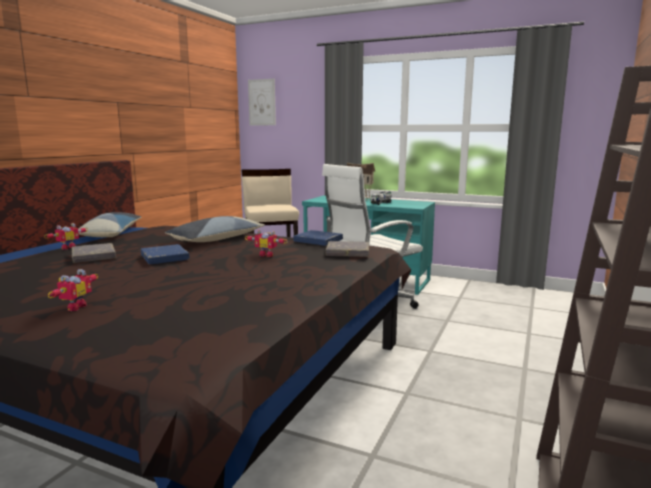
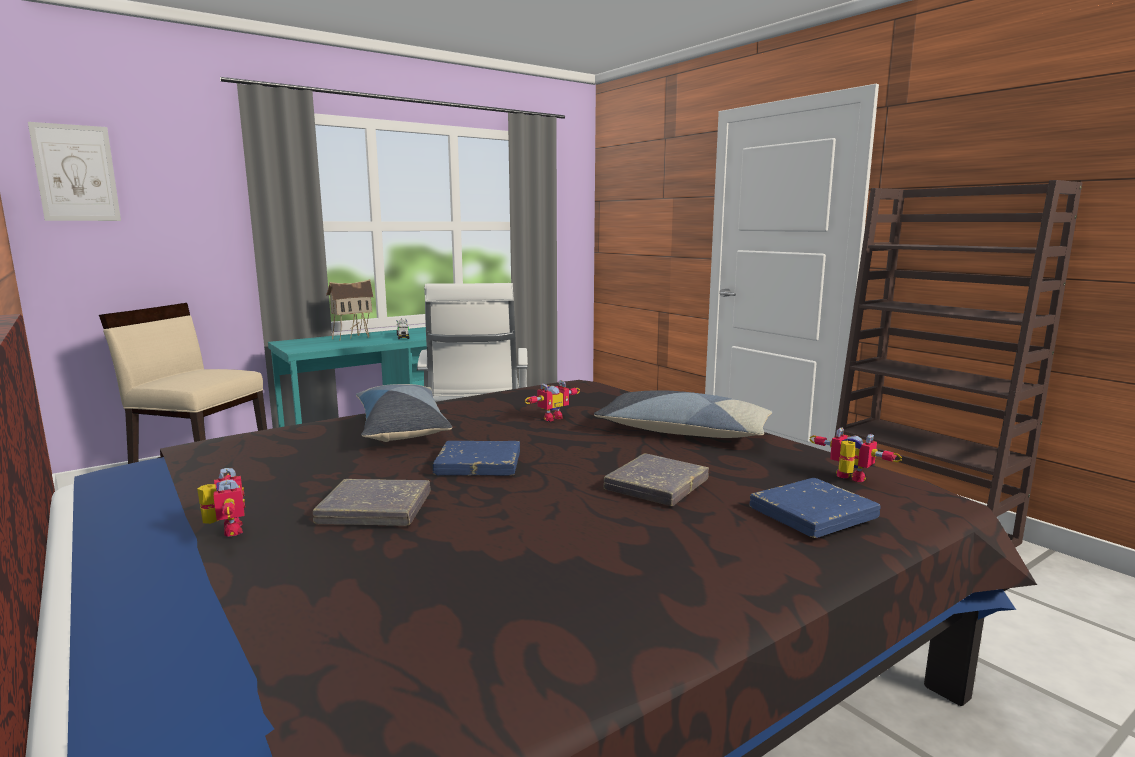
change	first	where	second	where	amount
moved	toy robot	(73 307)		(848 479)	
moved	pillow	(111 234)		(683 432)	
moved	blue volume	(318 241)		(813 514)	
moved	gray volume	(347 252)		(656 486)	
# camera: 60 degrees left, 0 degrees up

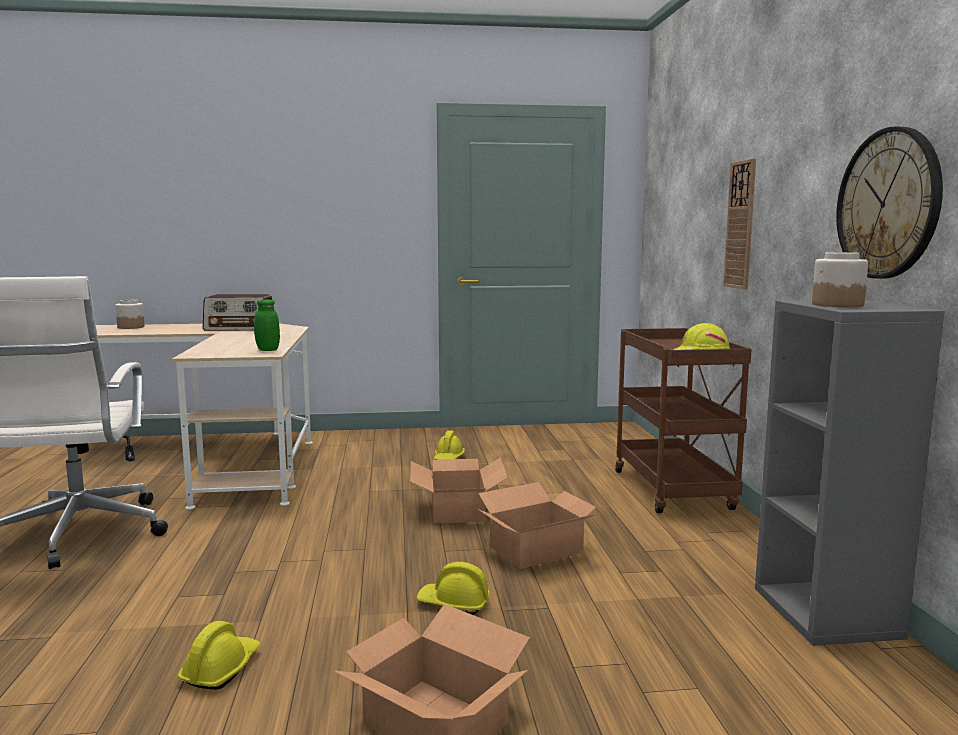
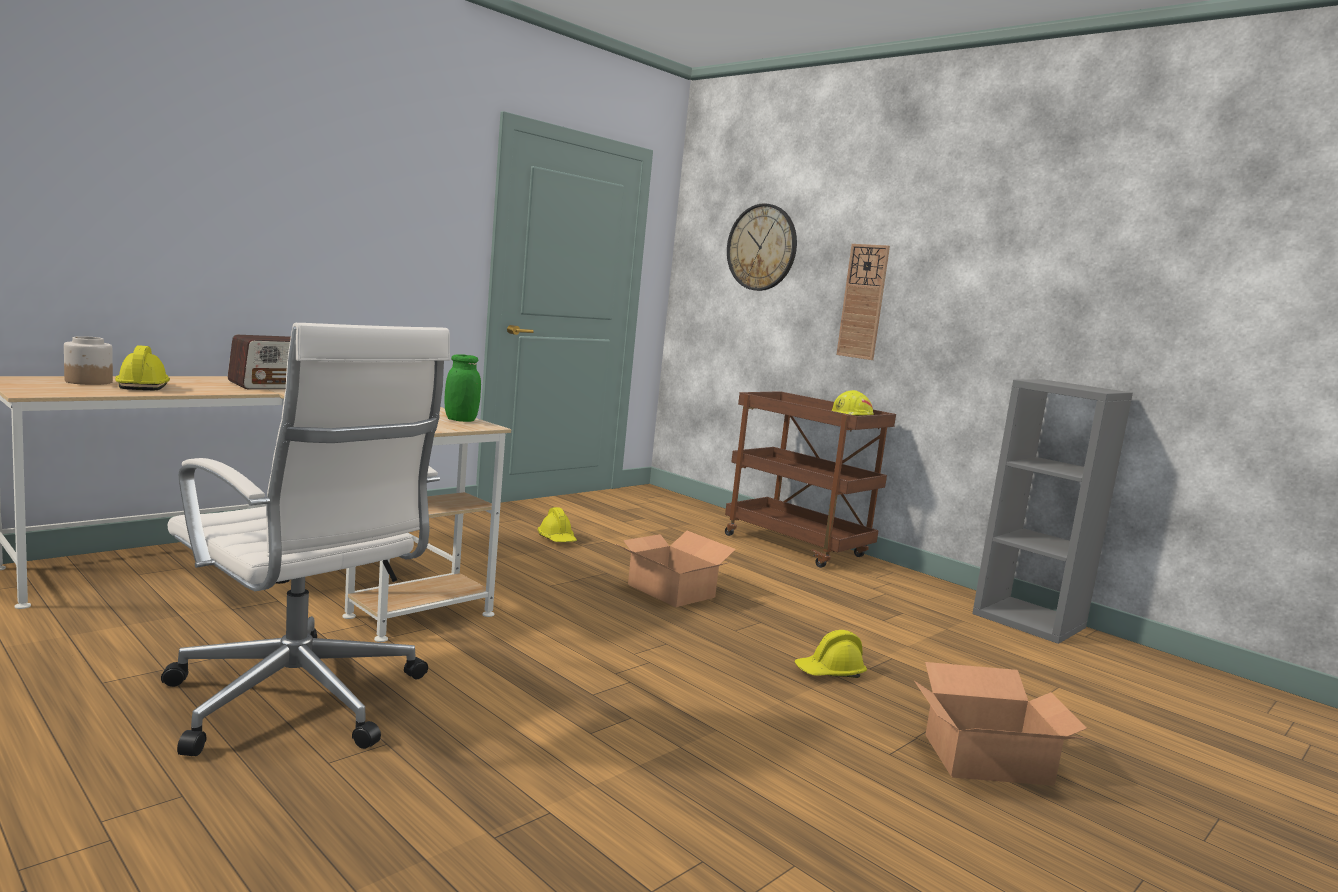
change	first	where	second	where	amount
moved	yellow-coloured safety helmet	(221 669)		(143 386)	
removed	packing box	(537 550)			
removed	preserve jar	(837 305)			
moved	wall clock	(888 204)		(762 247)	
# camera: 40 degrees left, 0 degrees up

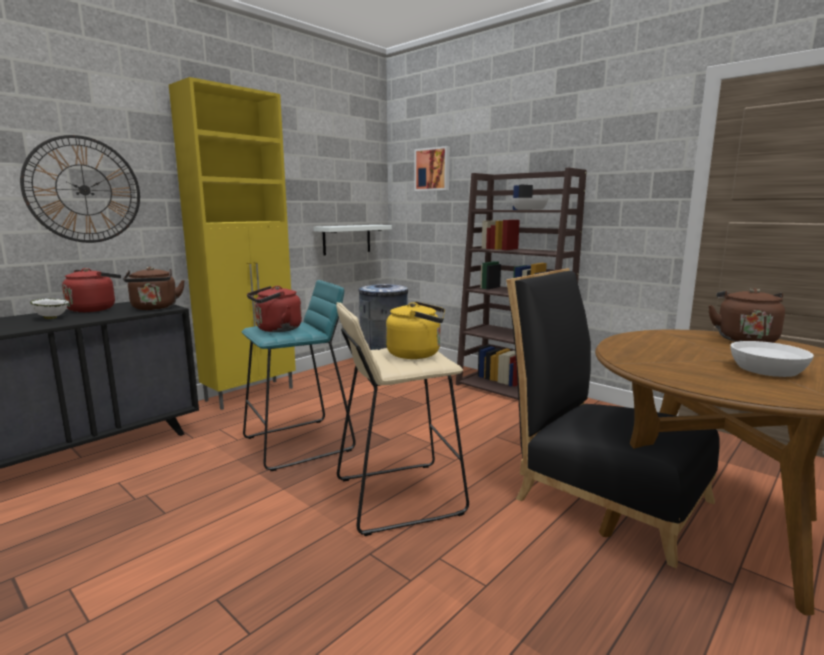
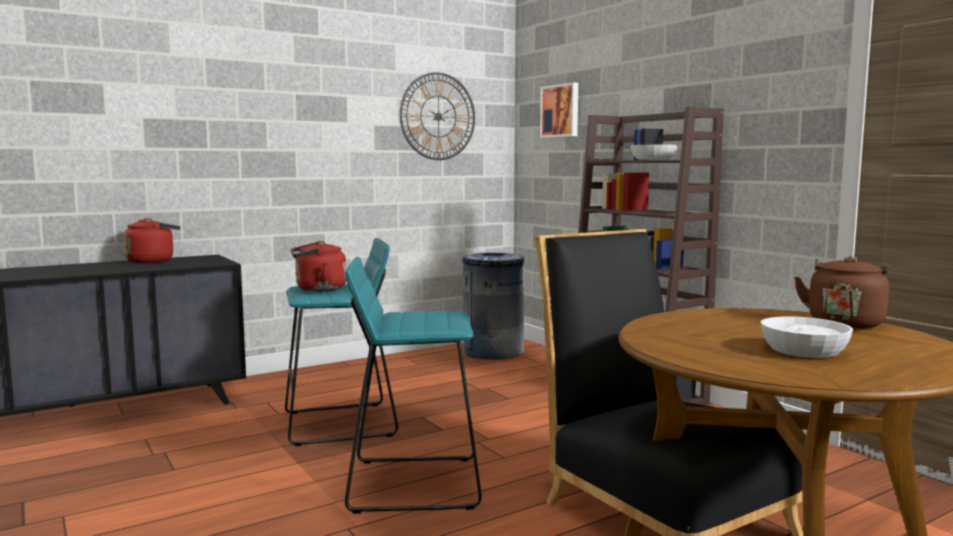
change	first	where	second	where	amount
moved	wall clock	(84 190)		(438 116)	
removed	white-coloured bowl	(52 318)			
removed	brown water kettle	(154 308)			
removed	yellow-coloured storage cabinet	(251 394)			
removed	white-coloured wall shelf	(347 239)			
recoloured	sand-coloured stool seat	(397 496)	blue-green stool seat	(413 483)	
removed	yellow-coloured water kettle	(417 354)			
# camera: 15 degrees right, 5 degrees down

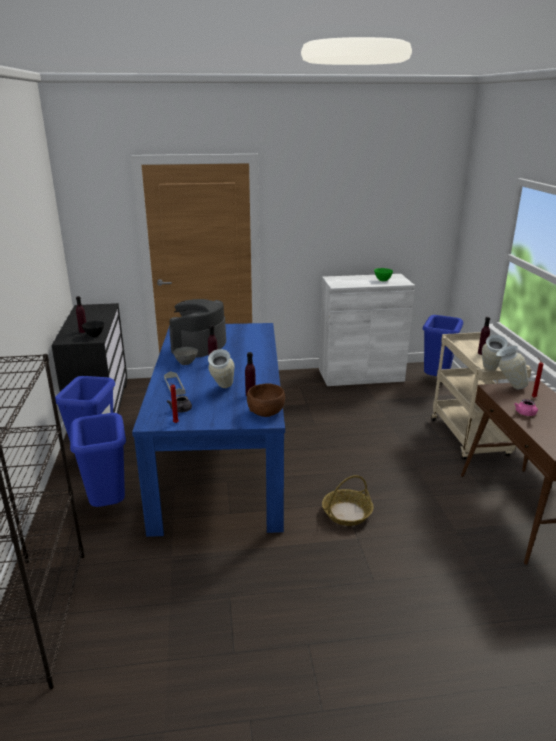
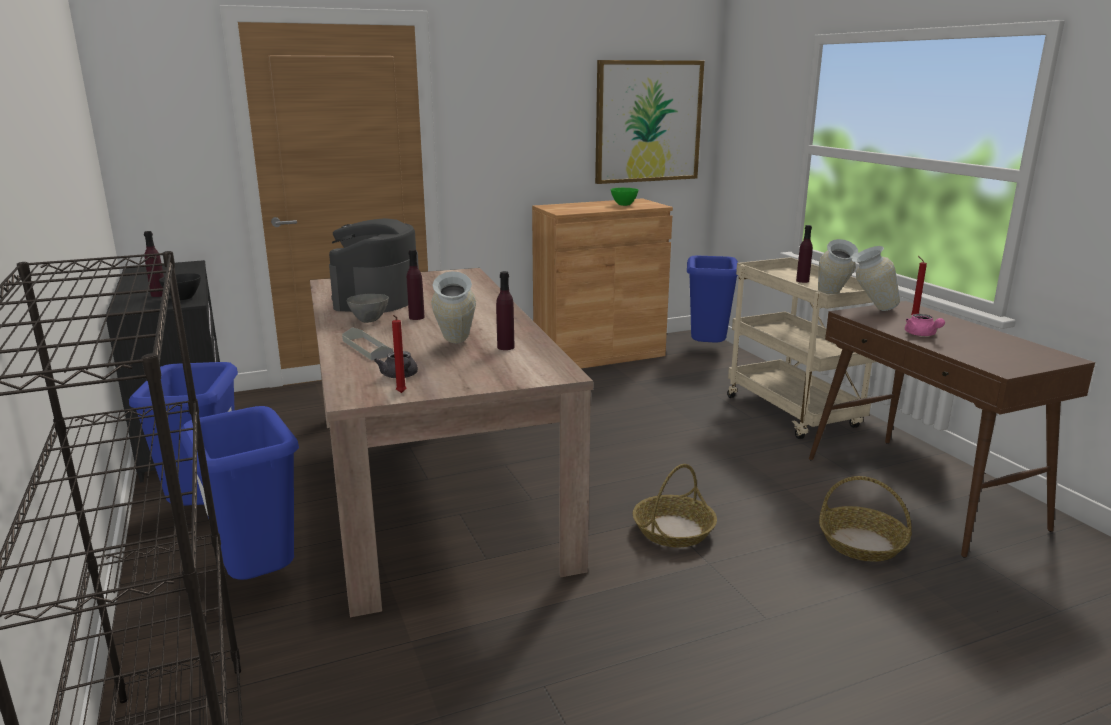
change	first	where	second	where	amount
recoloured	blue kitchen table	(221 457)	sand-coloured kitchen table	(433 482)	
removed	brown bowl	(266 412)			
recoloured	white-coloured storage cabinet	(361 375)	brown storage cabinet	(599 354)	
added			wall picture	(648 121)	
added			household basket	(862 543)	
# camera: 15 degrees left, 5 degrees down

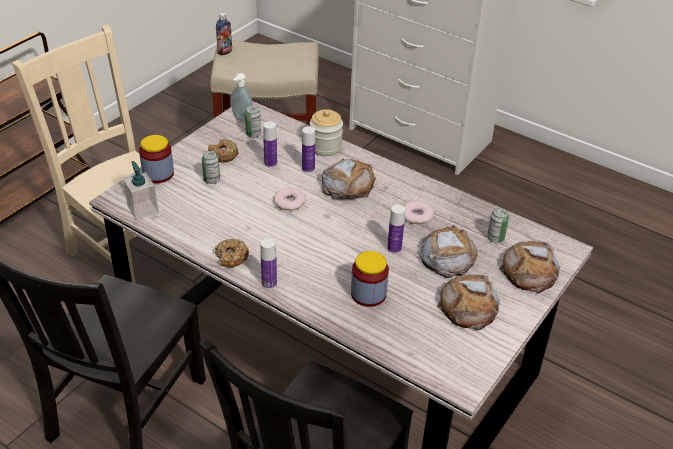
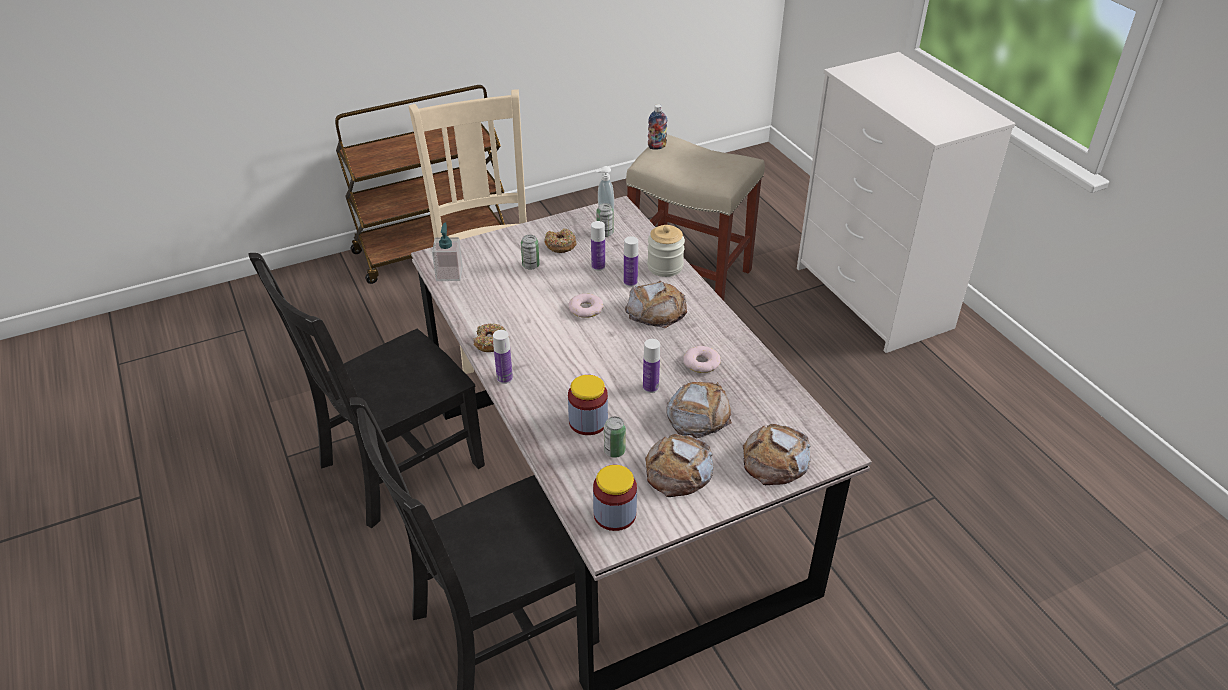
change	first	where	second	where	amount
moved	preserve jar	(158 174)		(614 514)	
moved	metal can	(495 238)		(614 451)	
# camera: 30 degrees right, 0 degrees up

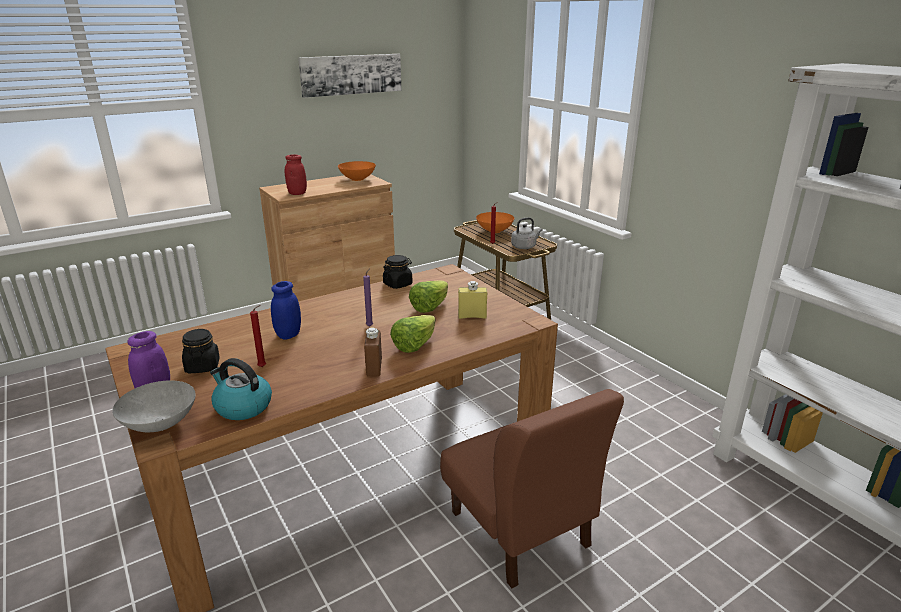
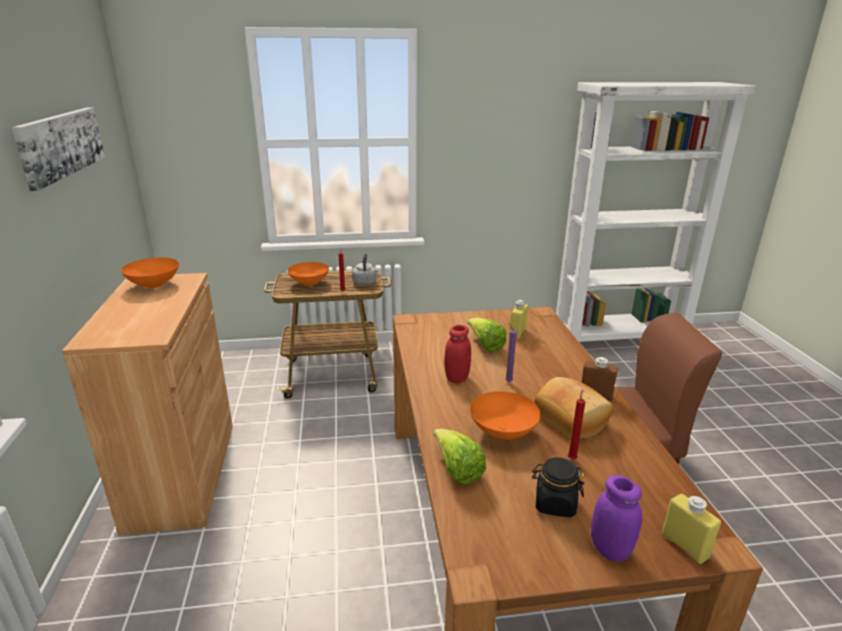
change	first	where	second	where	amount
replaced	gray bowl	(161 423)	yellow-coloured beverage bottle	(685 545)	
removed	water kettle	(242 407)			
replaced	blue preserve jar	(288 335)	orangey bowl	(501 432)	
moved	red preserve jar	(297 193)		(456 378)	
removed	black preserve jar	(398 284)			
moved	head of lettuce	(414 345)		(457 470)	
added			baked bread	(572 419)	
# camera: 65 degrees left, 0 degrees up

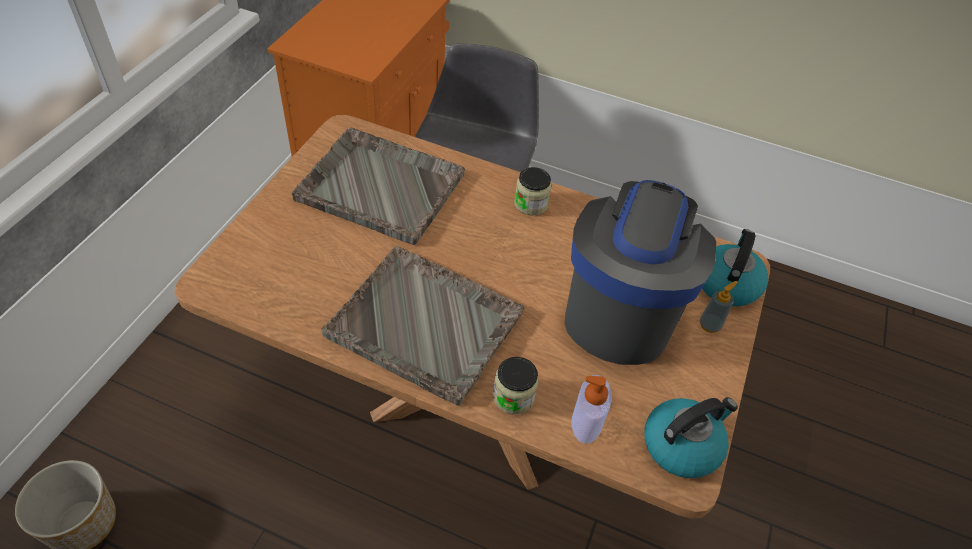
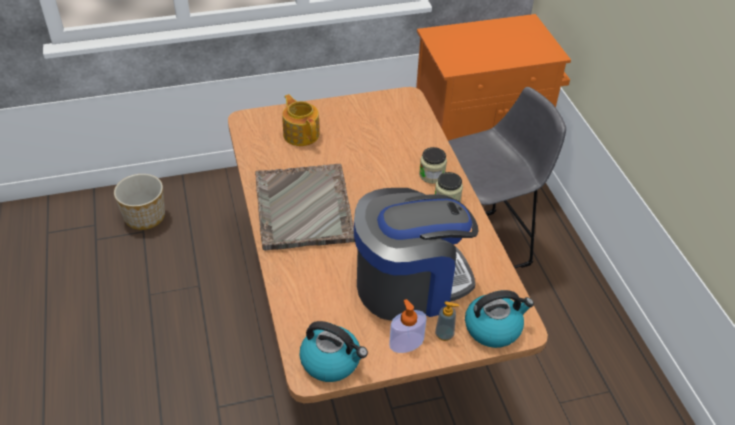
change	first	where	second	where	amount
removed	gray carrying tray	(379 186)			
moved	preserve jar	(513 396)		(432 175)	
moved	liquid soap bottle	(586 422)		(406 342)	
added			pot for tea	(301 134)	
# camera: 55 degrees right, 5 degrees down

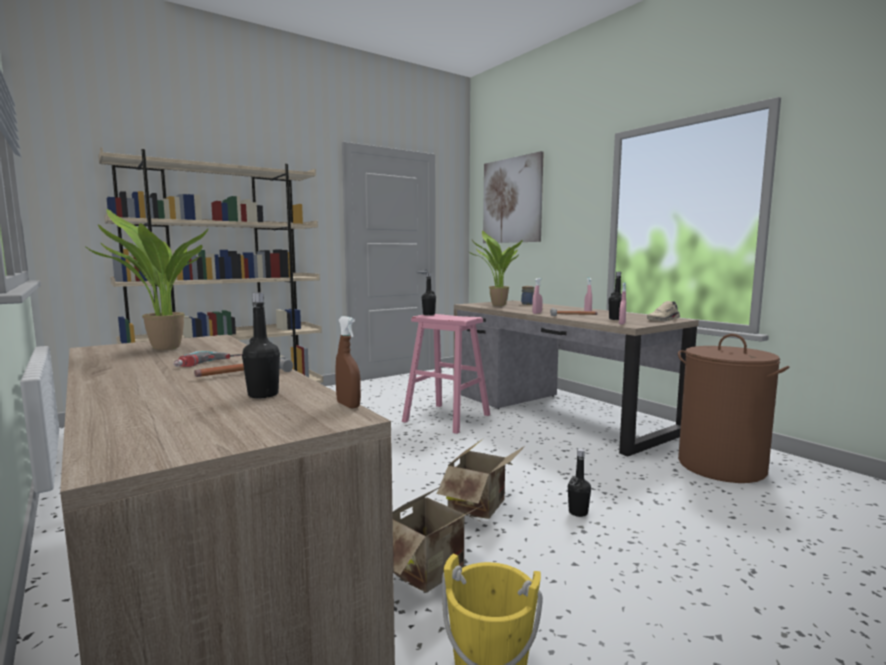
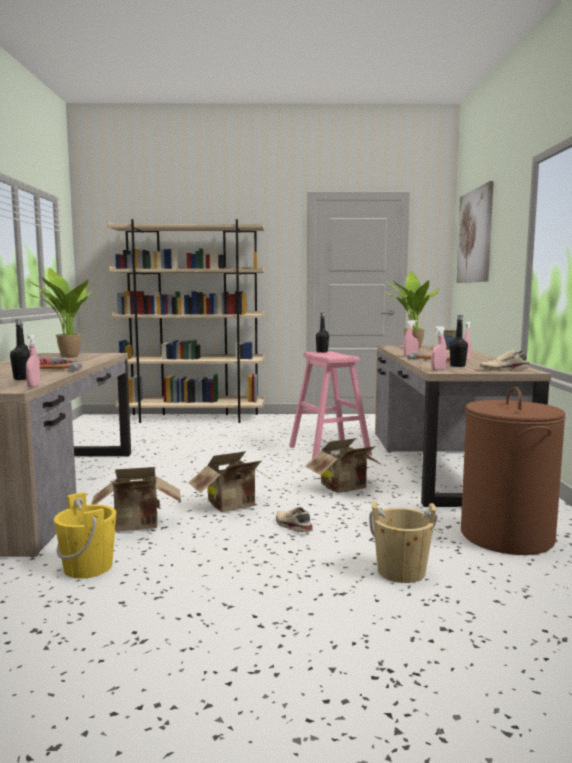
change	first	where	second	where	amount
recoloured	brown hand sprayer	(348 405)	pink-coloured hand sprayer	(34 386)	
replaced	black beverage bottle	(578 512)	sand-coloured item of footwear	(292 527)	
added			packing box	(346 488)	
added			sand-coloured bucket	(401 571)	
# camera: 35 degrees right, 0 degrees up

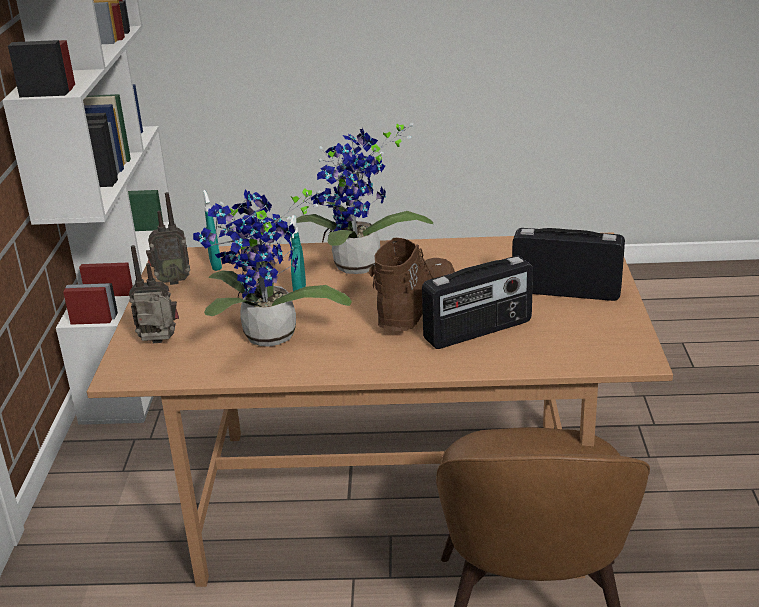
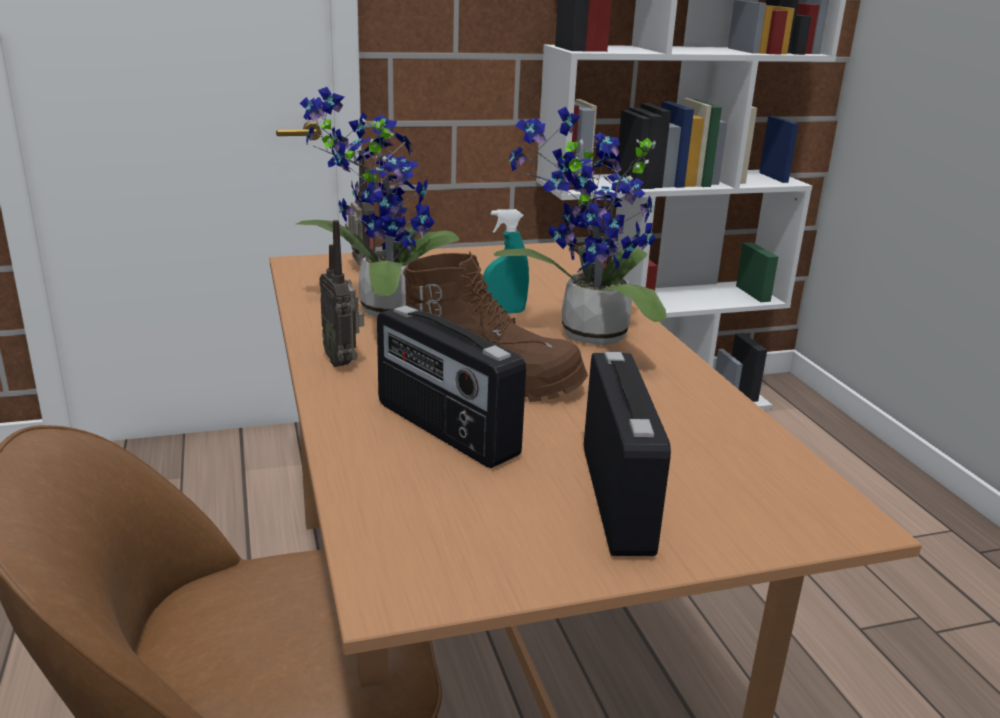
change	first	where	second	where	amount
moved	radio set	(172 281)		(343 361)	
removed	blue-green hand sprayer	(215 265)			
# camera: 70 degrees right, 5 degrees down

